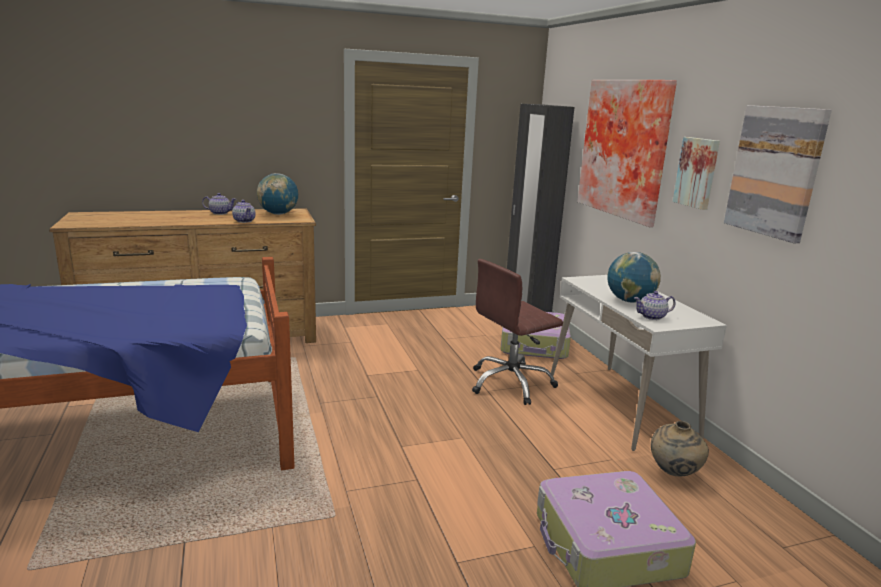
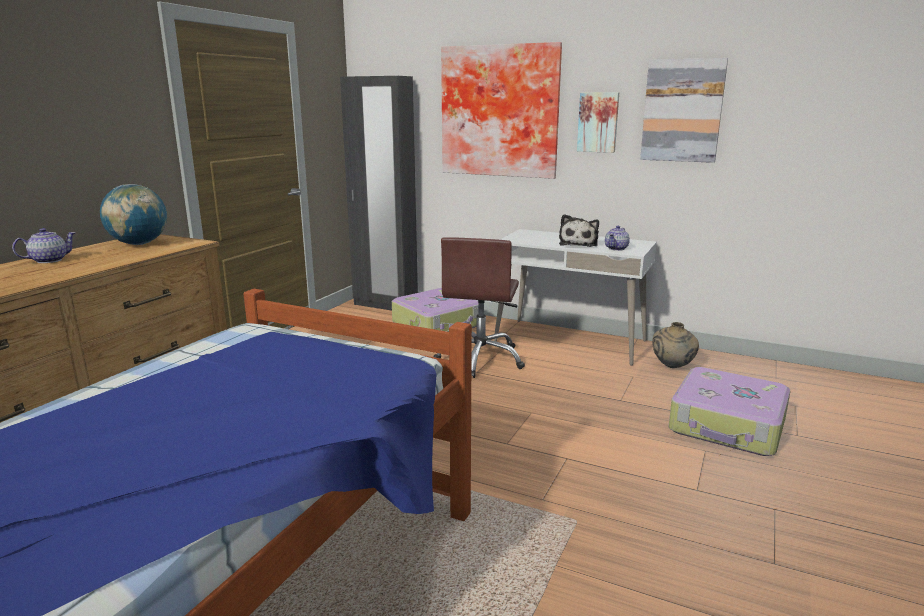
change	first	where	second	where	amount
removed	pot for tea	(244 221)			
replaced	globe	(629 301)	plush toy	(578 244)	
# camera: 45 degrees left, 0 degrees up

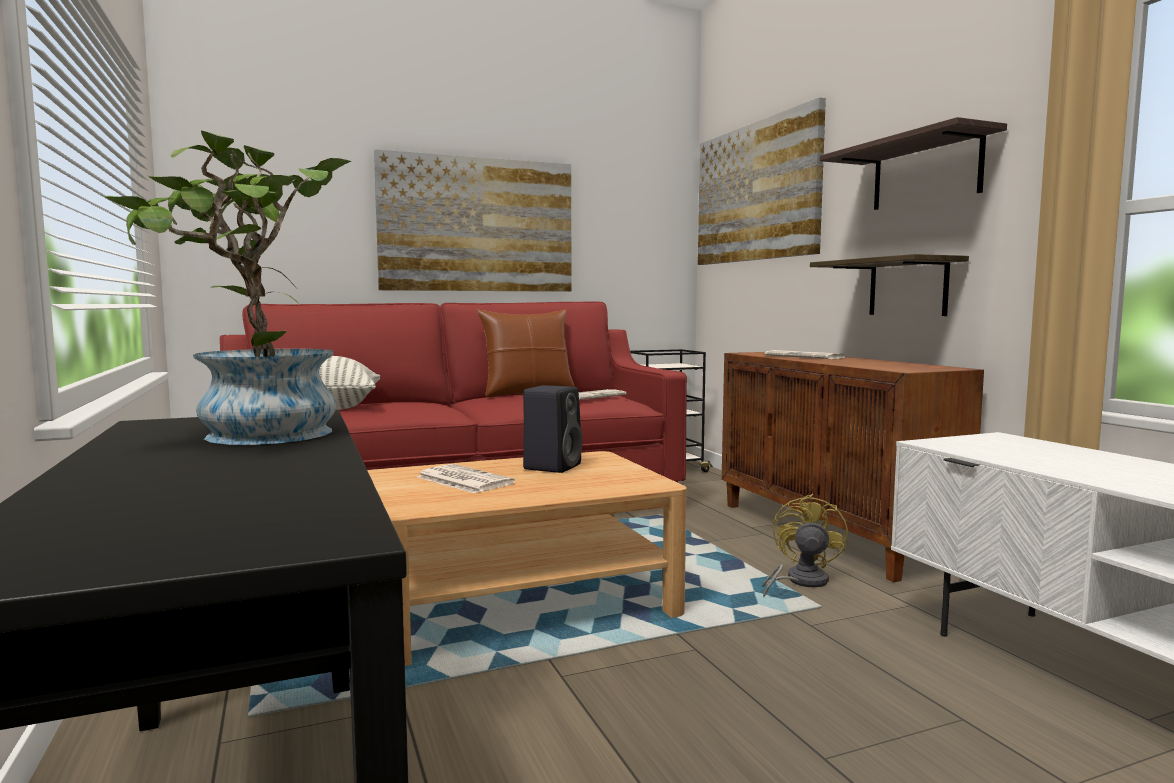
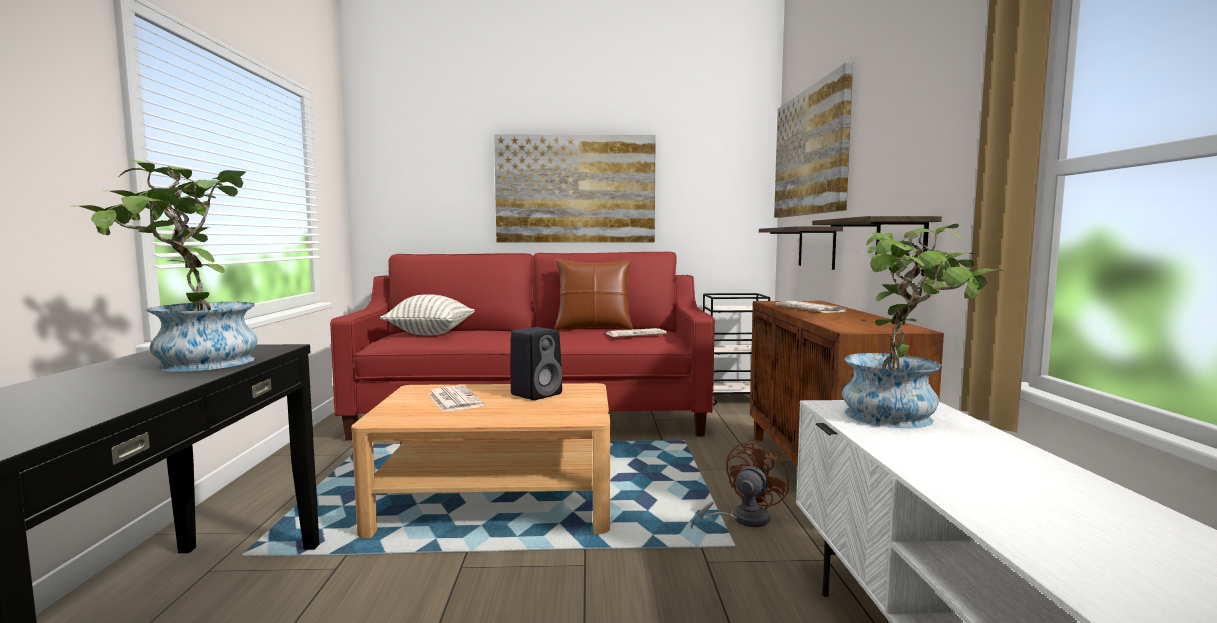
change	first	where	second	where	amount
recoloured	yellow-coloured cooling fan	(800 582)	brown cooling fan	(742 519)	
moved	wall shelf	(926 172)		(816 247)	
added			potted plant	(903 418)	
# camera: 20 degrees right, 0 degrees up

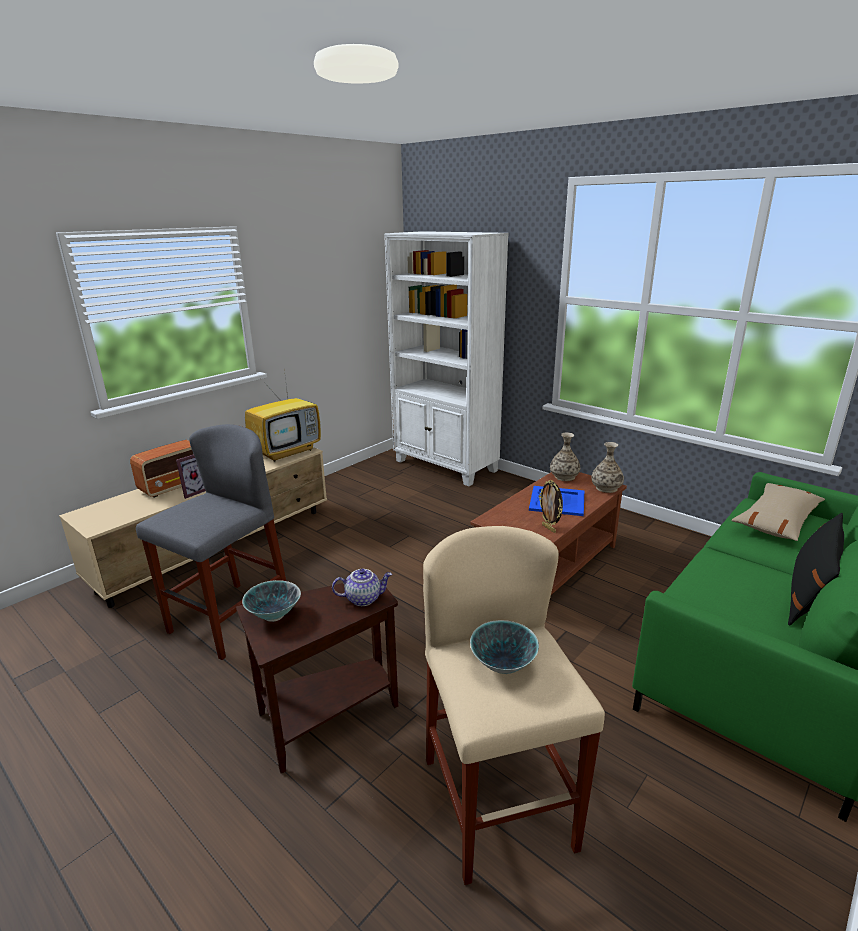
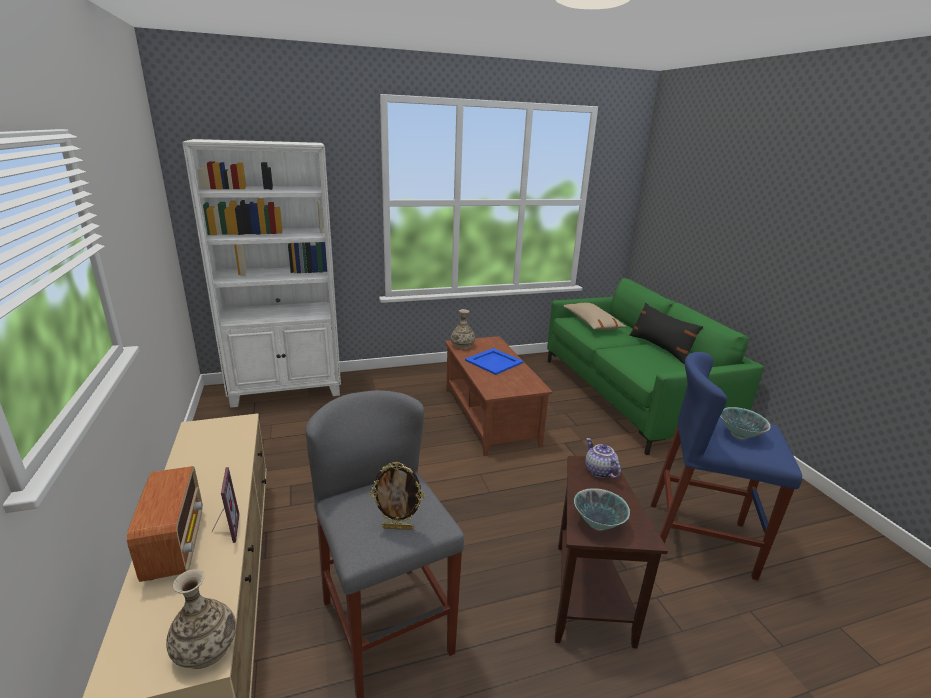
change	first	where	second	where	amount
removed	television	(287 451)			
turned	pot for tea	(363 598)		(599 471)	45 degrees counterclockwise
recoloured	sand-coloured stool seat	(498 803)	blue stool seat	(700 539)	
moved	photo frame	(549 528)		(398 527)	
moved	decorative vase	(606 488)		(206 648)	
# camera: 60 degrees left, 0 degrees up

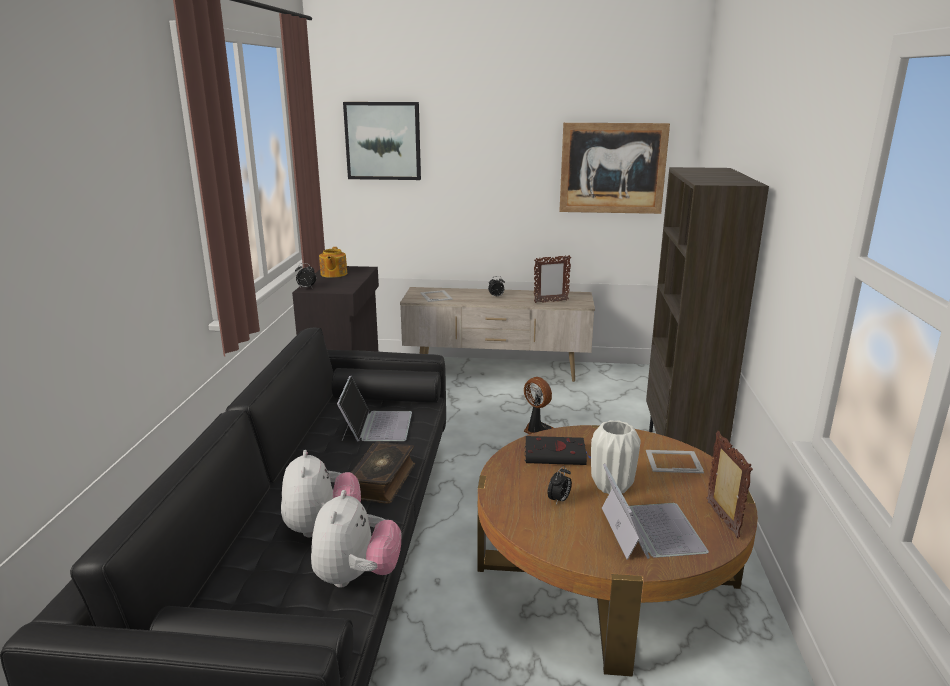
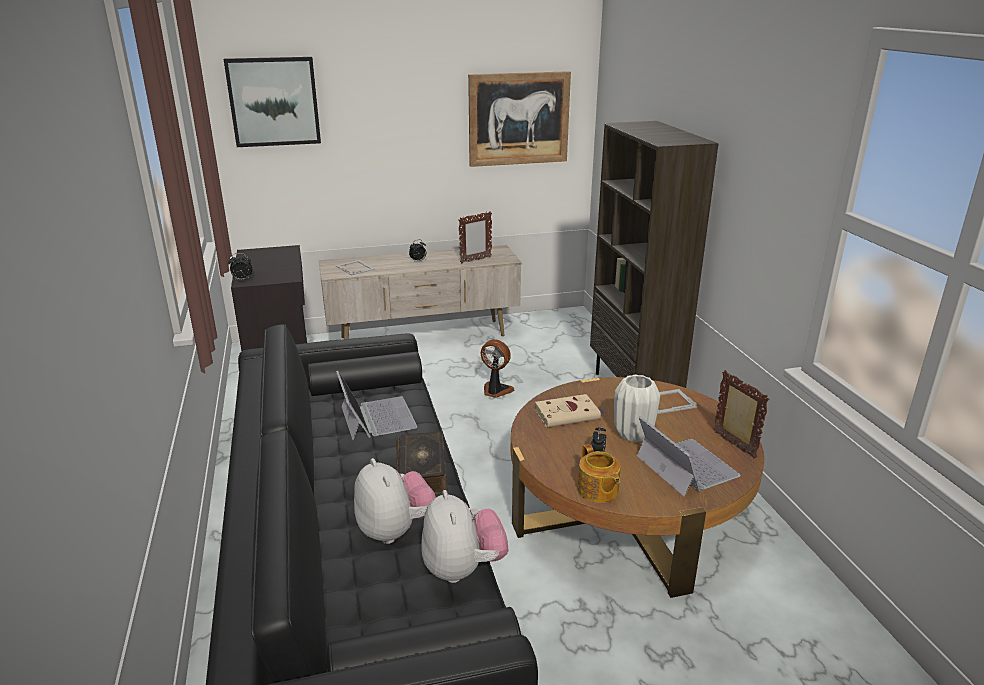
change	first	where	second	where	amount
moved	pot for tea	(333 274)		(597 491)	
recoloured	black volume	(557 455)	sand-coloured volume	(568 414)	
# camera: 20 degrees left, 5 degrees up

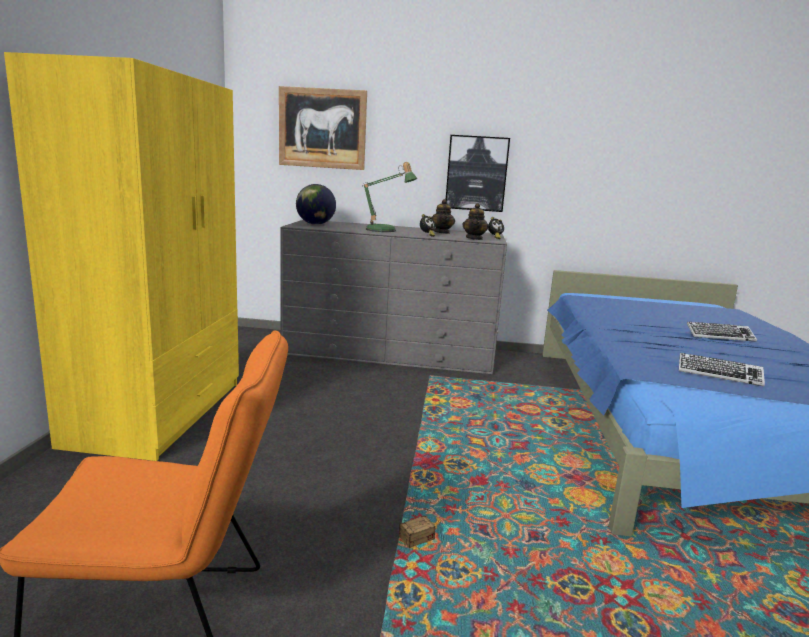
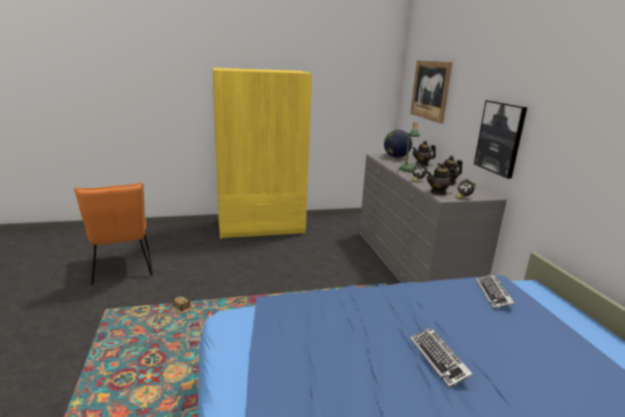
change	first	where	second	where	amount
moved	computer keyboard	(719 374)		(493 294)	
added			pot for tea	(422 164)	
# camera: 70 degrees right, 5 degrees up

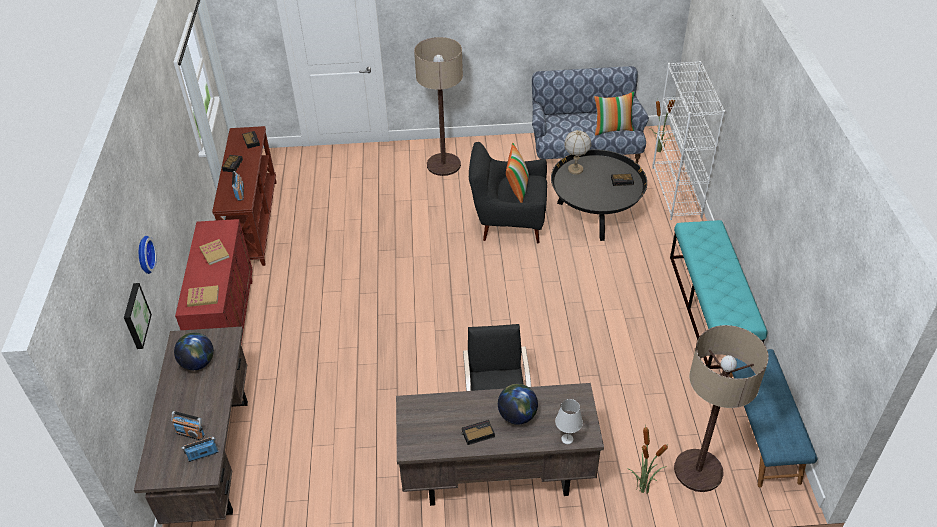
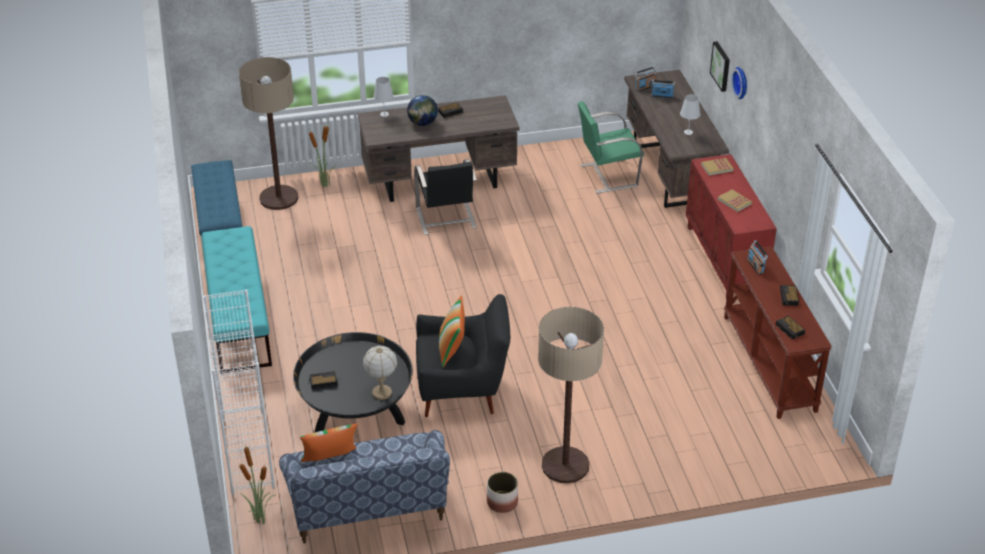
change	first	where	second	where	amount
replaced	globe	(198 363)	white-coloured table lamp	(688 132)	
added			flower pot	(502 502)	
added			green upright chair	(607 175)	
# camera: 170 degrees right, 5 degrees down

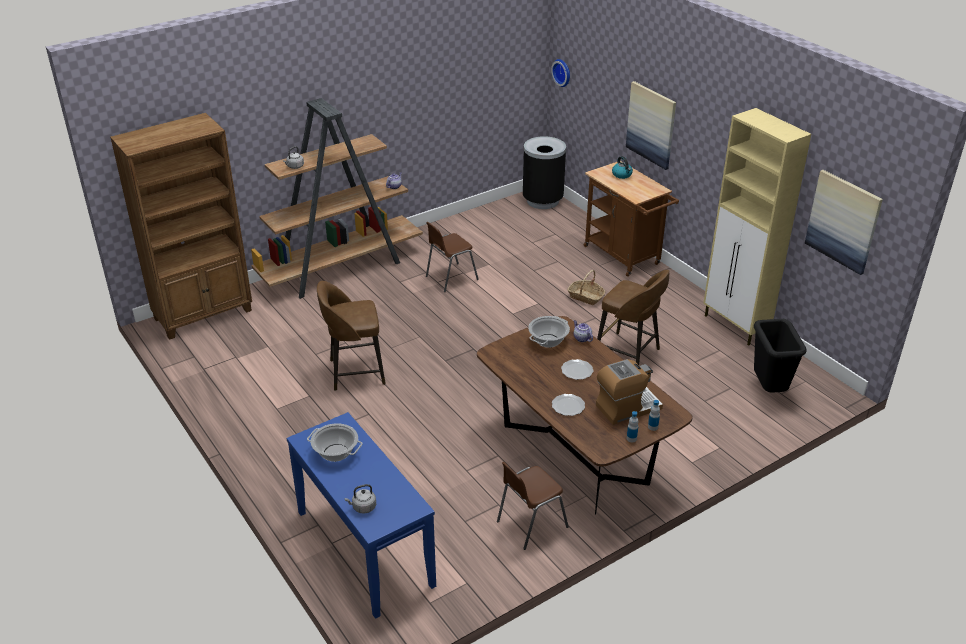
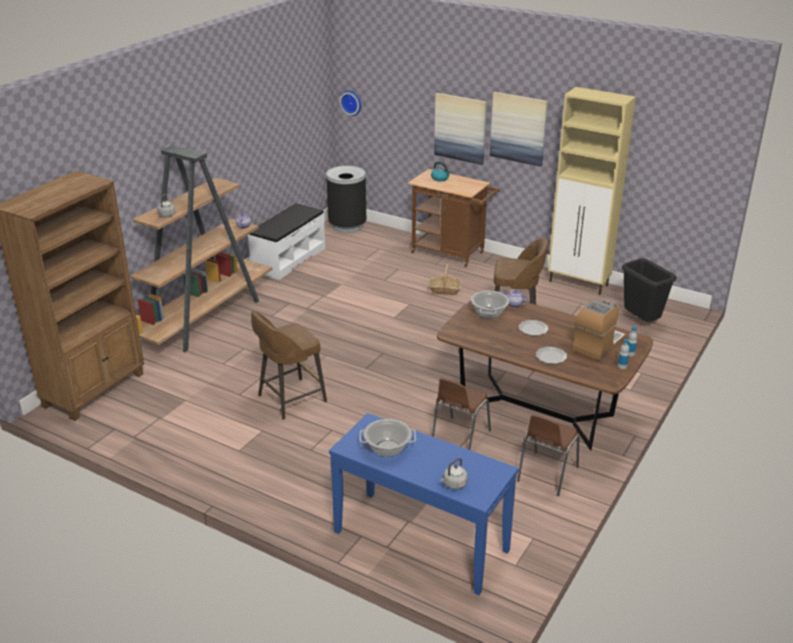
change	first	where	second	where	amount
moved	brown upright chair	(450 278)		(459 437)	
moved	wall picture	(843 221)		(518 128)	
added			white-coloured indoor bench	(288 259)	
# camera: 25 degrees left, 5 degrees down

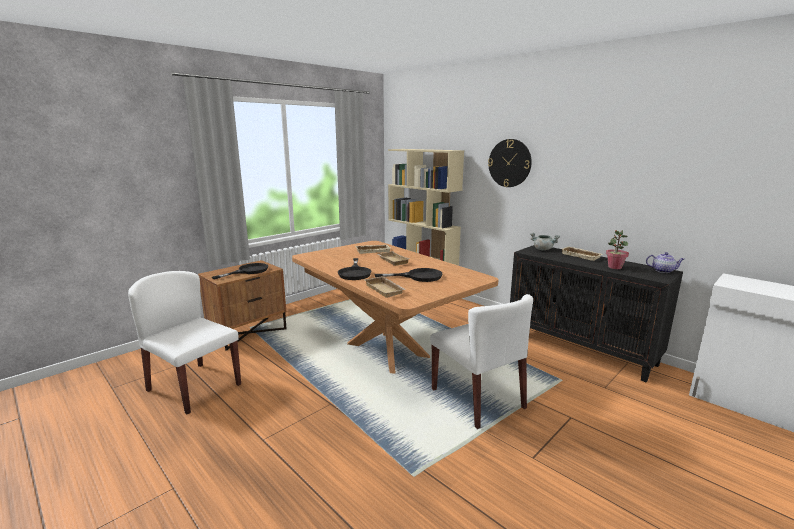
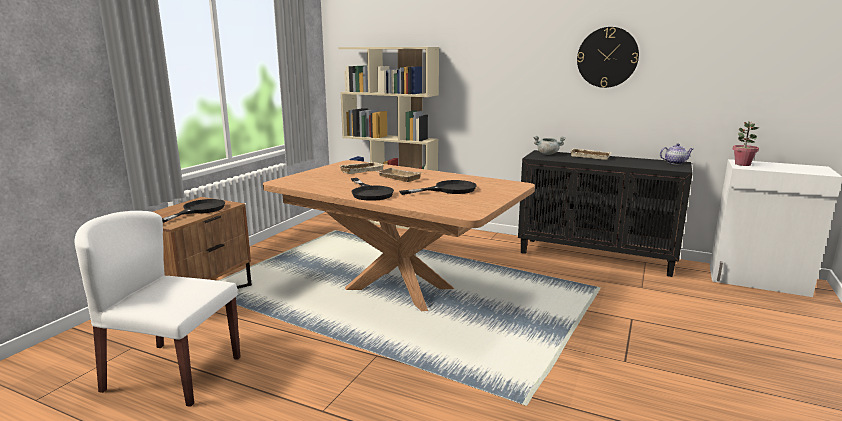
change	first	where	second	where	amount
removed	sand-coloured carrying tray	(385 289)			
removed	white-coloured upright chair	(478 398)			
moved	wall clock	(509 163)		(607 57)	
moved	potted plant	(614 267)		(742 164)	
# camera: 20 degrees left, 0 degrees up

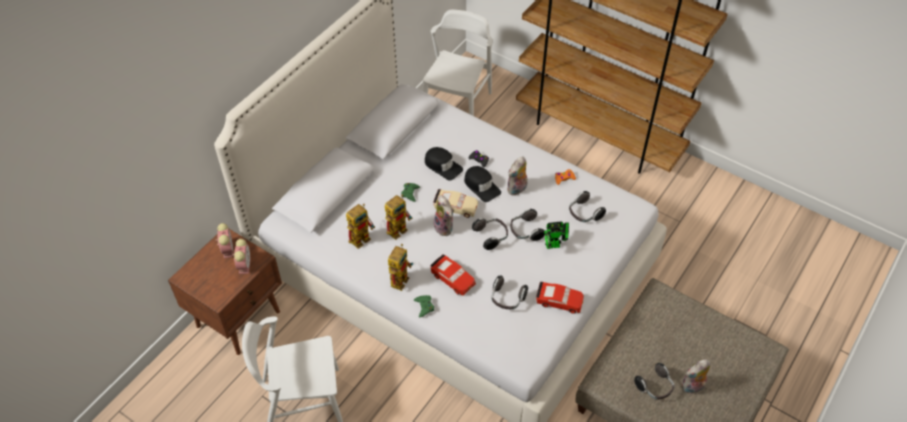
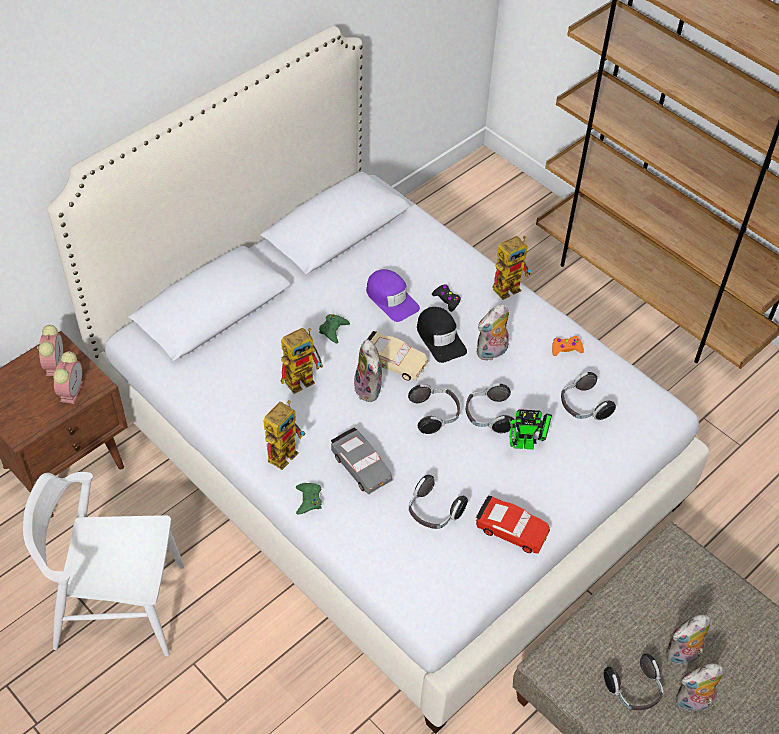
change	first	where	second	where	amount
moved	toy robot	(362 237)		(510 286)	
removed	white-coloured upright chair	(457 106)			
recoloured	black peaked cap	(442 166)	purple peaked cap	(391 299)	
recoloured	red model car	(453 278)	gray model car	(361 466)	
added			plush toy	(682 655)	
# camera: 10 degrees right, 0 degrees up

